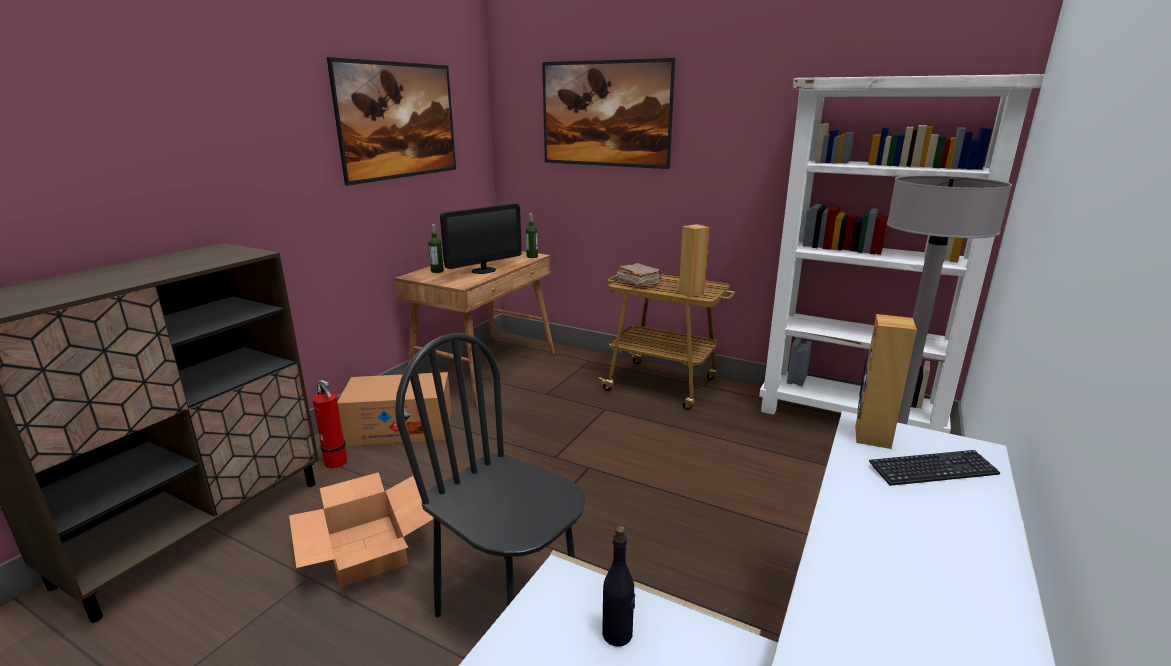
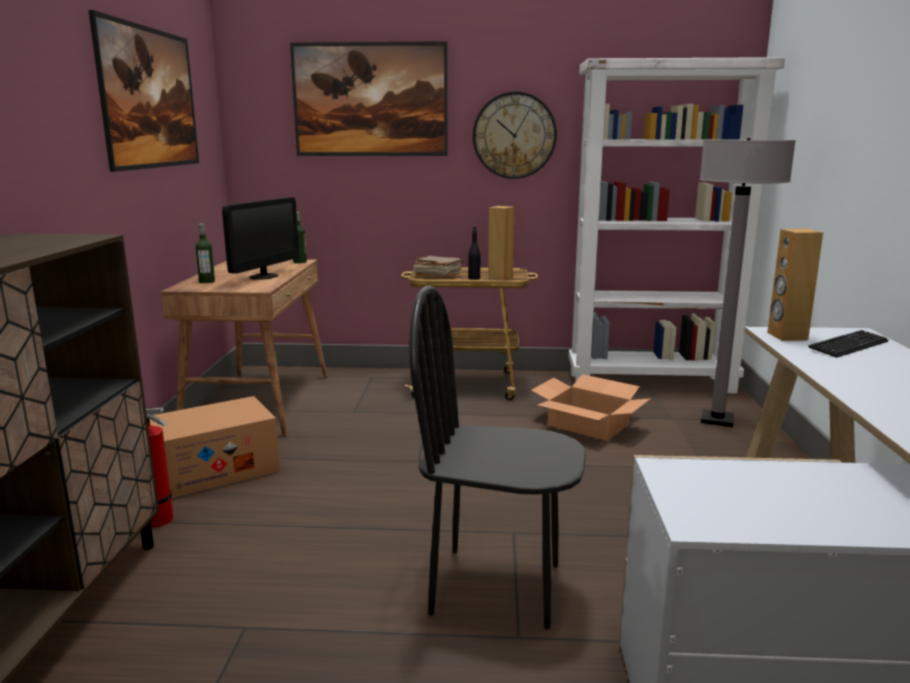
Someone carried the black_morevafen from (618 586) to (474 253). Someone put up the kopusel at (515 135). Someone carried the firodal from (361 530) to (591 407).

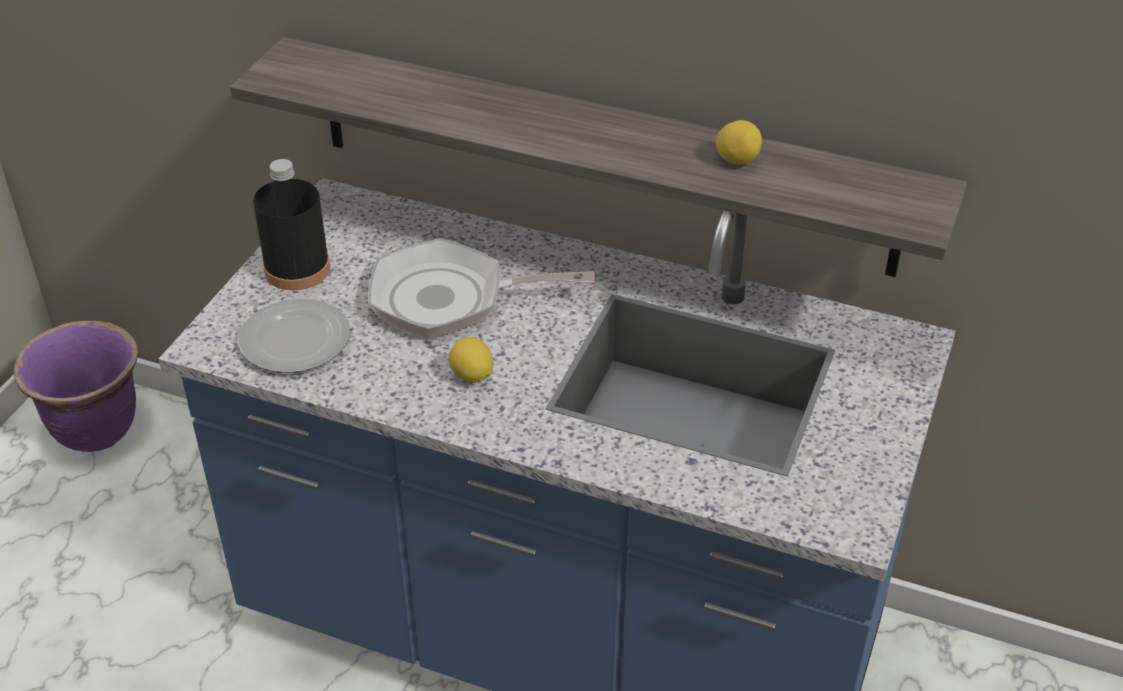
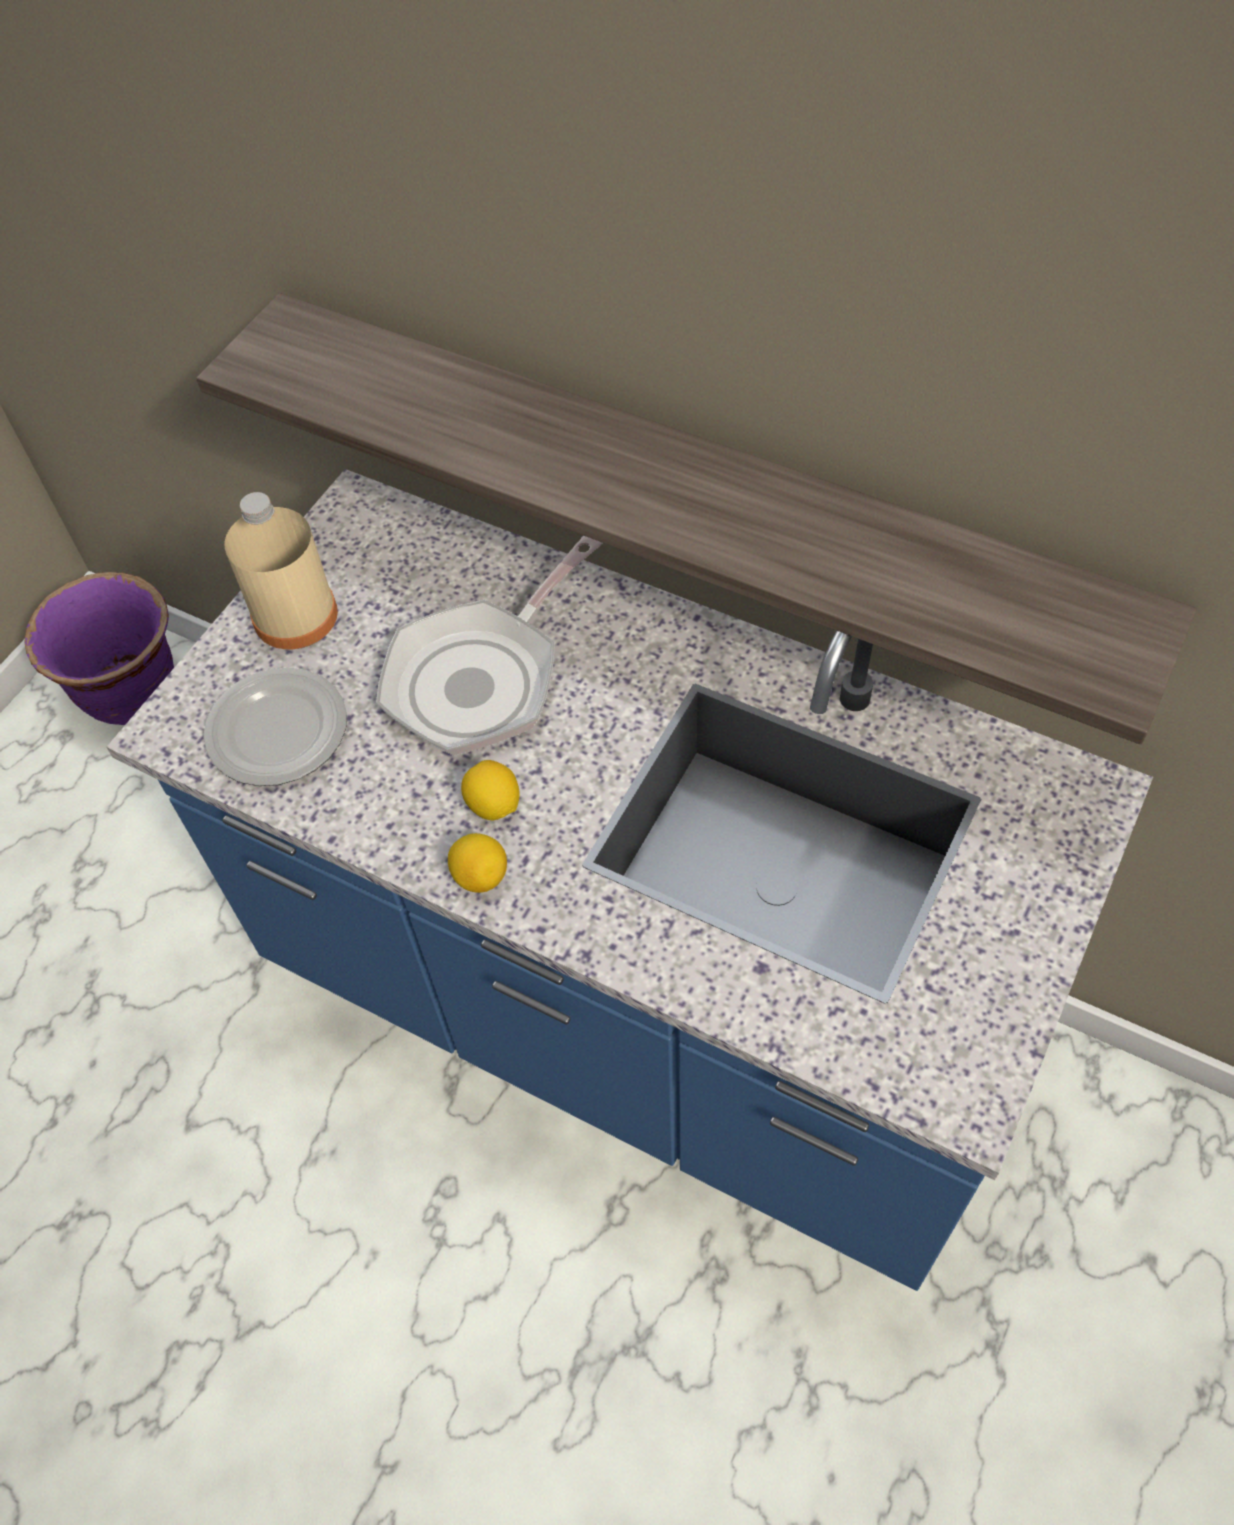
Someone repainted the black_morevafen at (291 224), which became the beige_morevafen at (281 570). Someone rotated the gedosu at (481 288) by 60 degrees counterclockwise. Someone carried the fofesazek from (739 142) to (477 863).

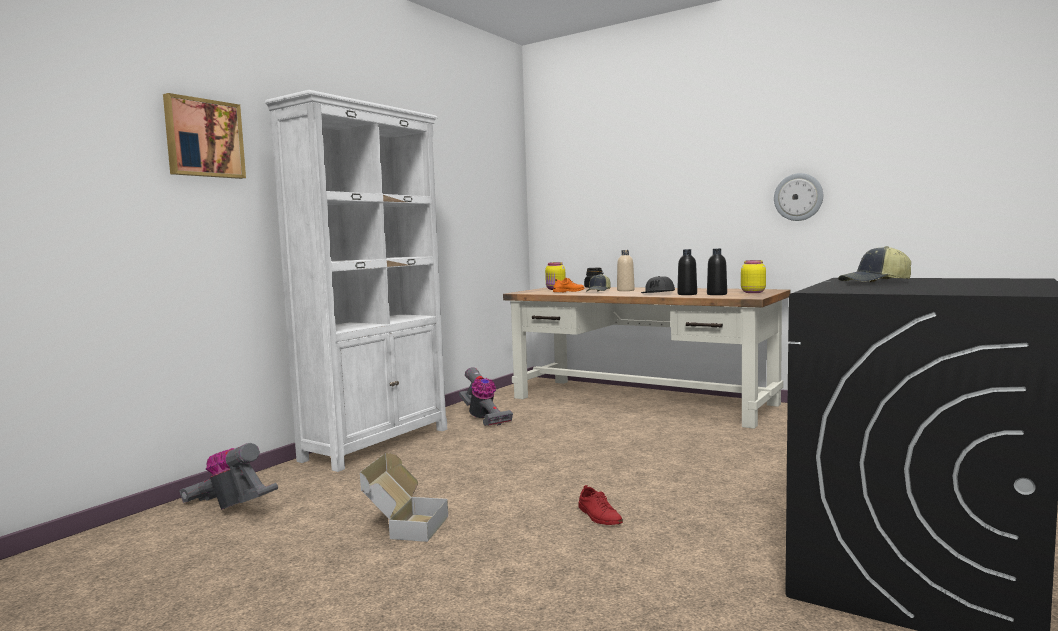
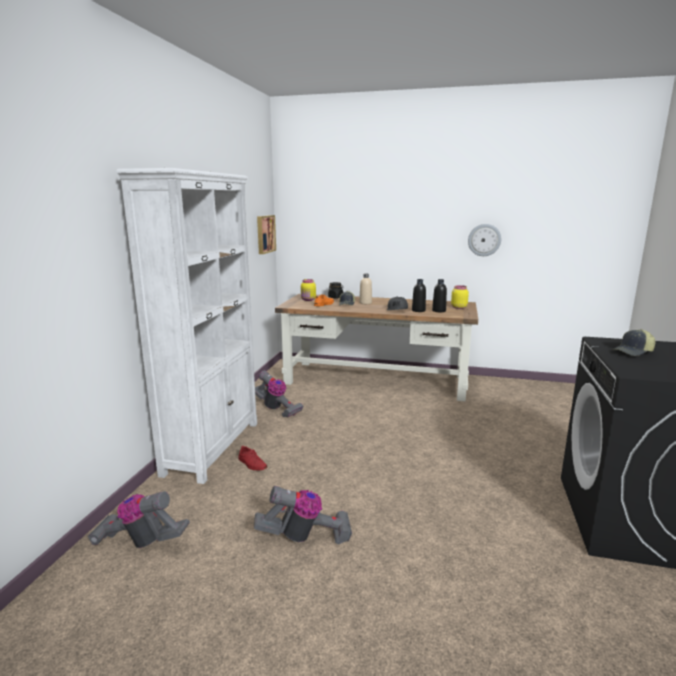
Someone carried the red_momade from (600 505) to (252 458). Someone swapped the firodal at (404 497) for the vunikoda at (303 515). Someone carried the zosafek from (204 136) to (266 234).

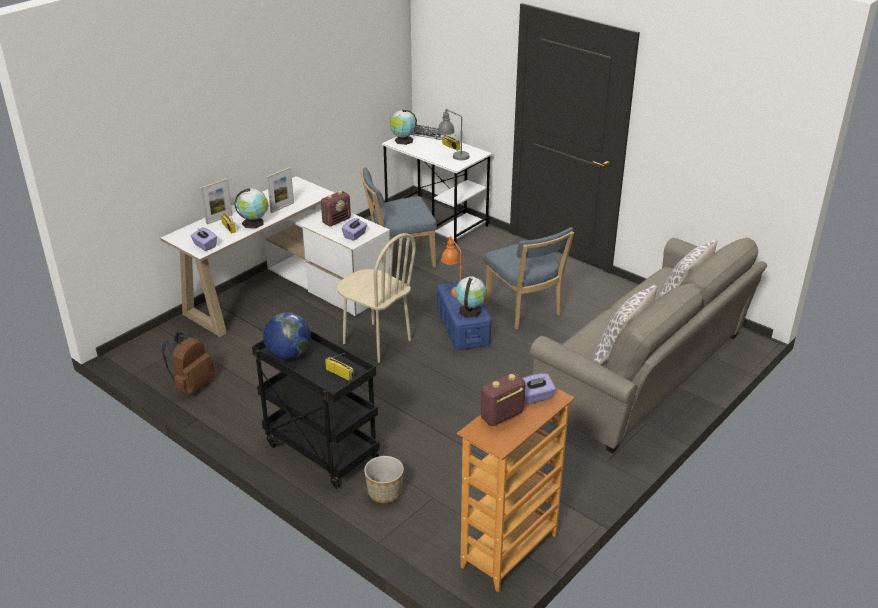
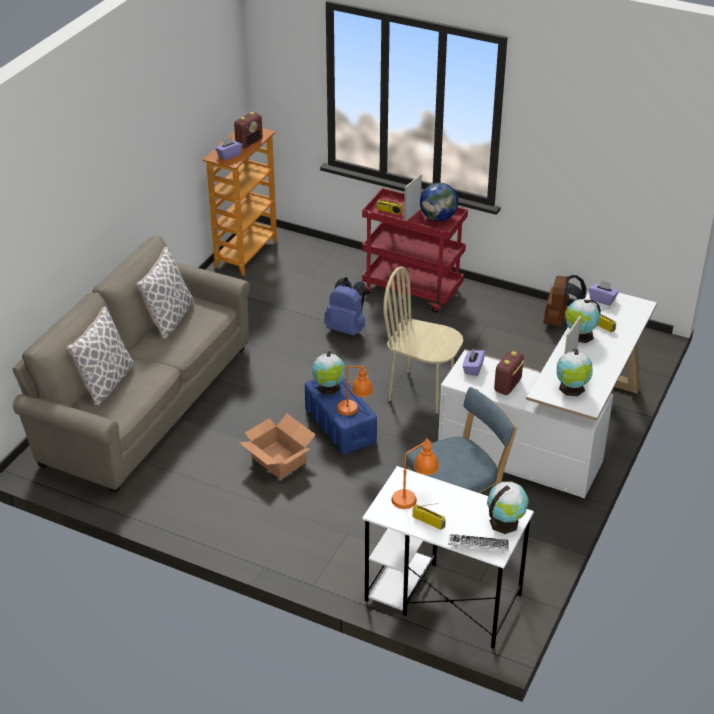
Someone swapped the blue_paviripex at (529 278) for the firodal at (277 446). Someone put down the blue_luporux at (345 306). Someone repainted the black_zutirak at (316 409), which became the red_zutirak at (415 250). Someone repainted the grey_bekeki at (454 134), which became the orange_bekeki at (415 473). Someone carried the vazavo from (216 201) to (413 197). Someone put down the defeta at (574 372). Someone took away the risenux at (384 479).

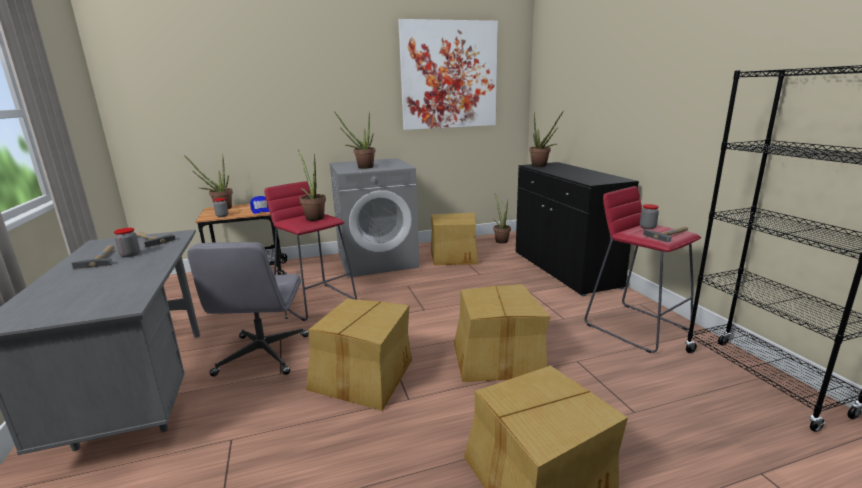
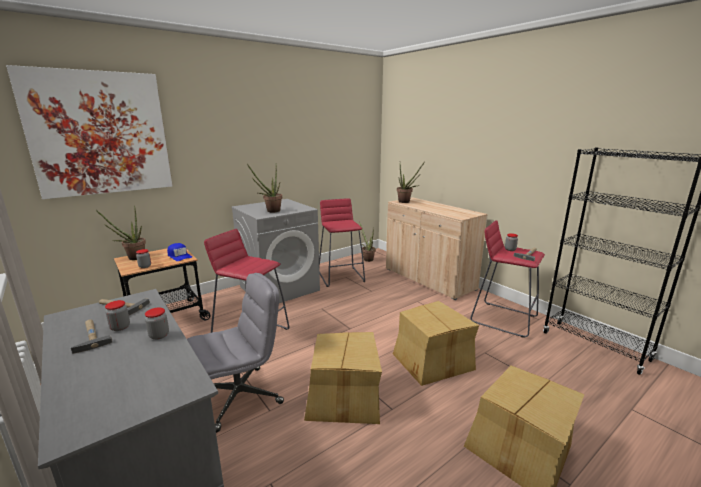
Someone carried the zosafek from (448 74) to (89 132). Someone put down the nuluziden at (157 324). Someone rotated the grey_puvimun at (248 309) by 105 degrees counterclockwise. Someone swapped the firodal at (454 239) for the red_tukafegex at (342 242). Someone repainted the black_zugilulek at (577 229), which became the beige_zugilulek at (437 248). Someone took away the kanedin at (312 185).

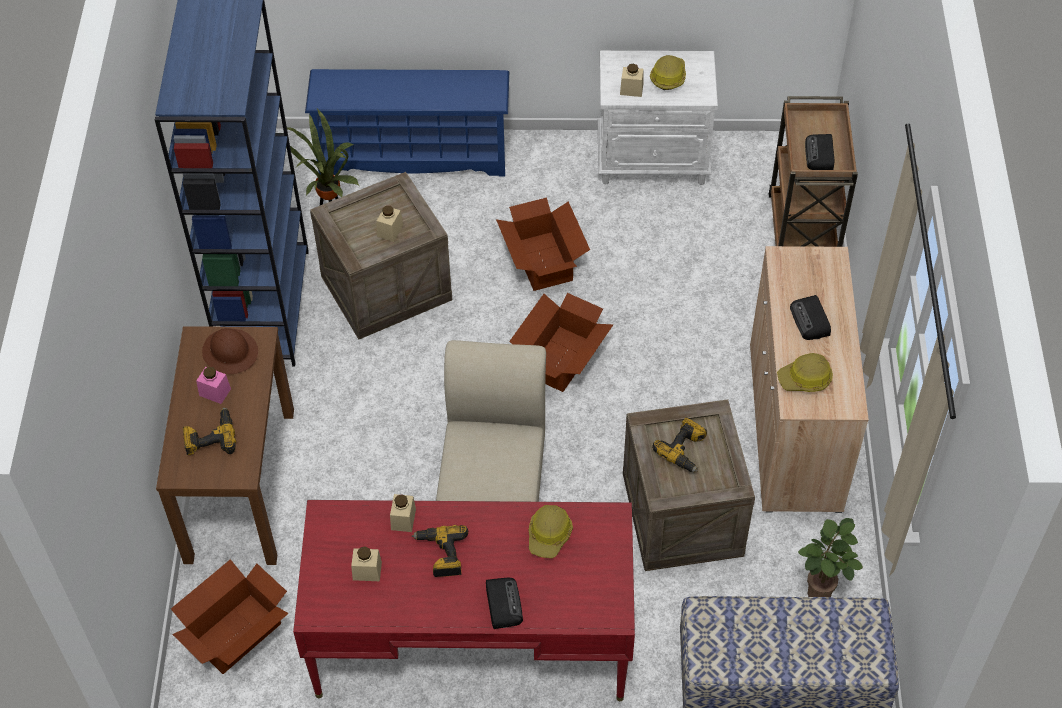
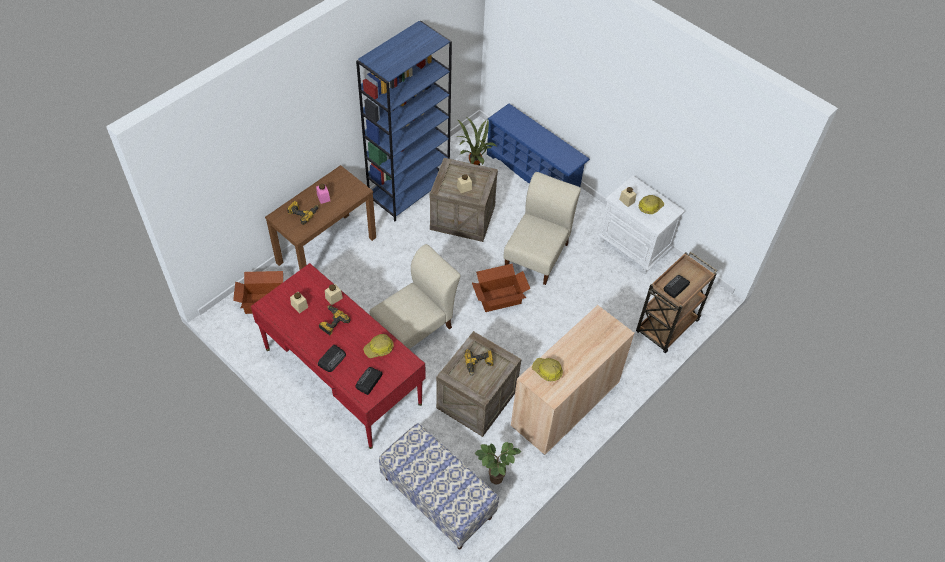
Someone carried the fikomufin from (810 317) to (369 381). Someone swapped the firodal at (543 244) for the beige_paviripex at (542 228). Someone took away the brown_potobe at (230 351).

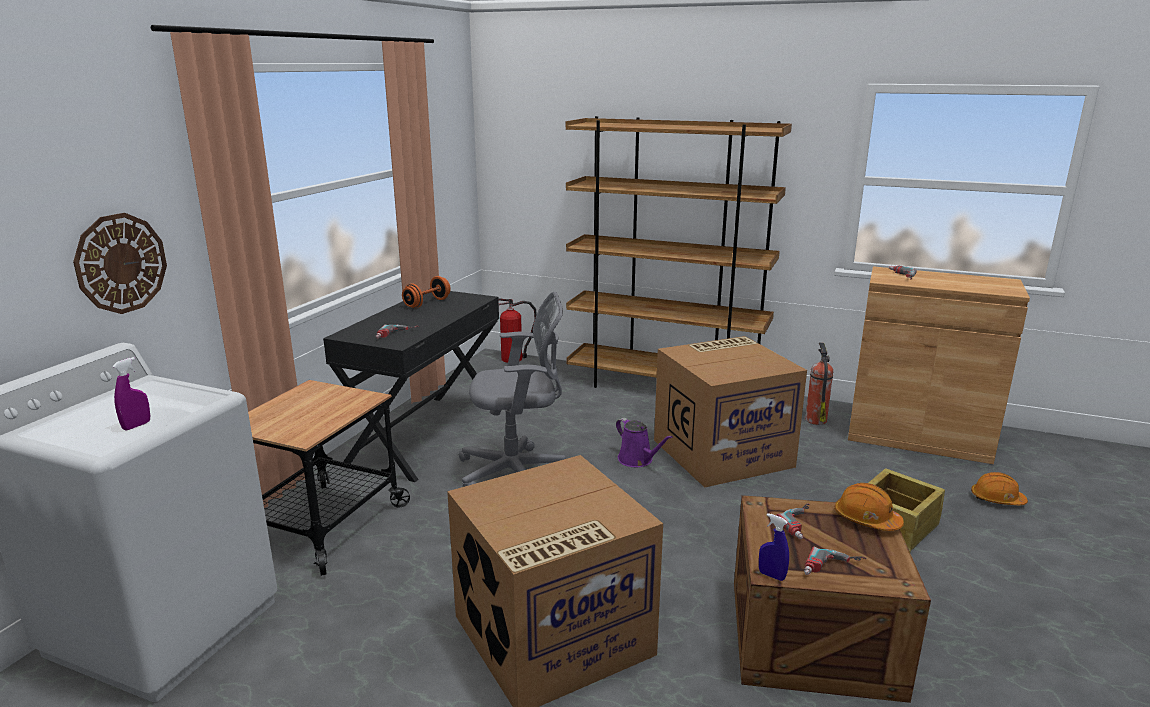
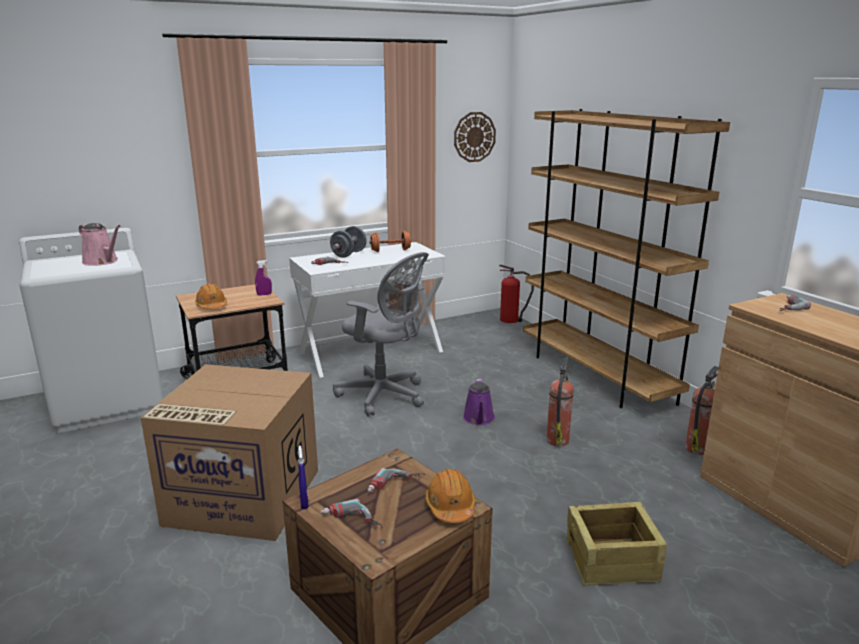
Someone put down the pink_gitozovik at (100 244). Someone carried the orange_potobe from (999 488) to (211 296). Someone carried the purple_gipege from (131 393) to (263 278). Someone repainted the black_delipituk at (411 385), which became the white_delipituk at (367 310). Someone put down the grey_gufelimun at (348 242). Someone carried the kopusel from (120 263) to (475 137). Someone swapped the firodal at (730 411) for the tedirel at (560 402).

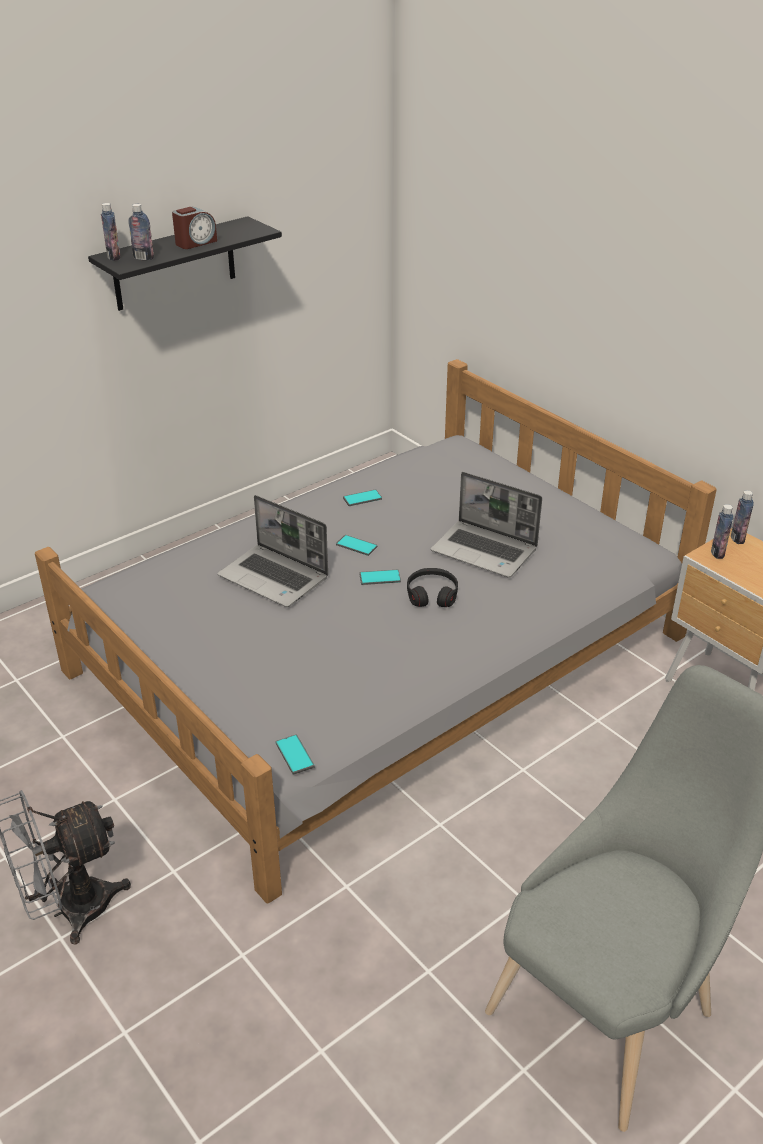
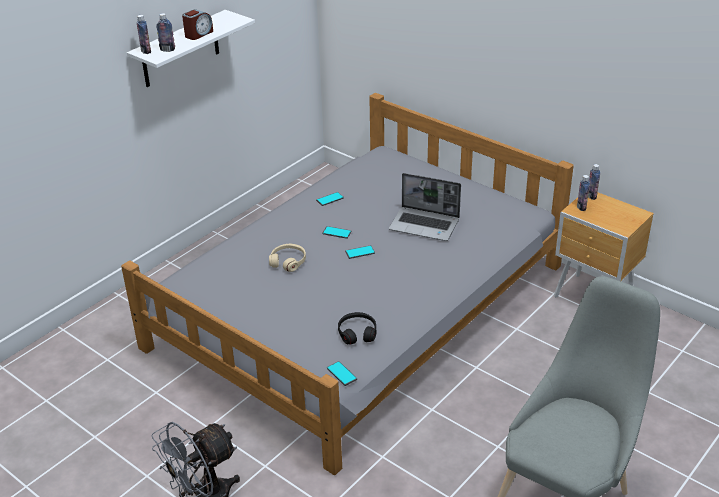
Someone repainted the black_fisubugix at (185 263), which became the white_fisubugix at (191 48). Someone swapped the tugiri at (272 551) for the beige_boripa at (287 258). Someone carried the black_boripa from (432 587) to (357 328).

